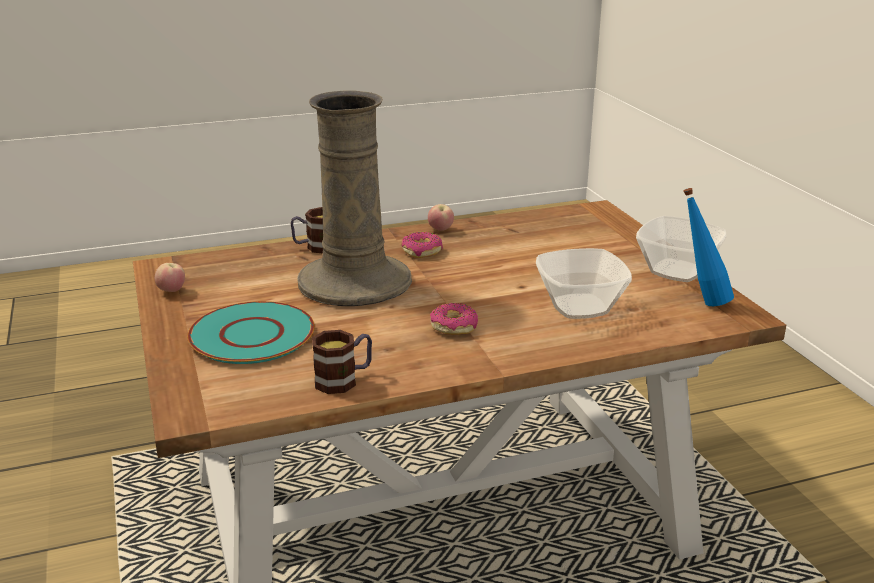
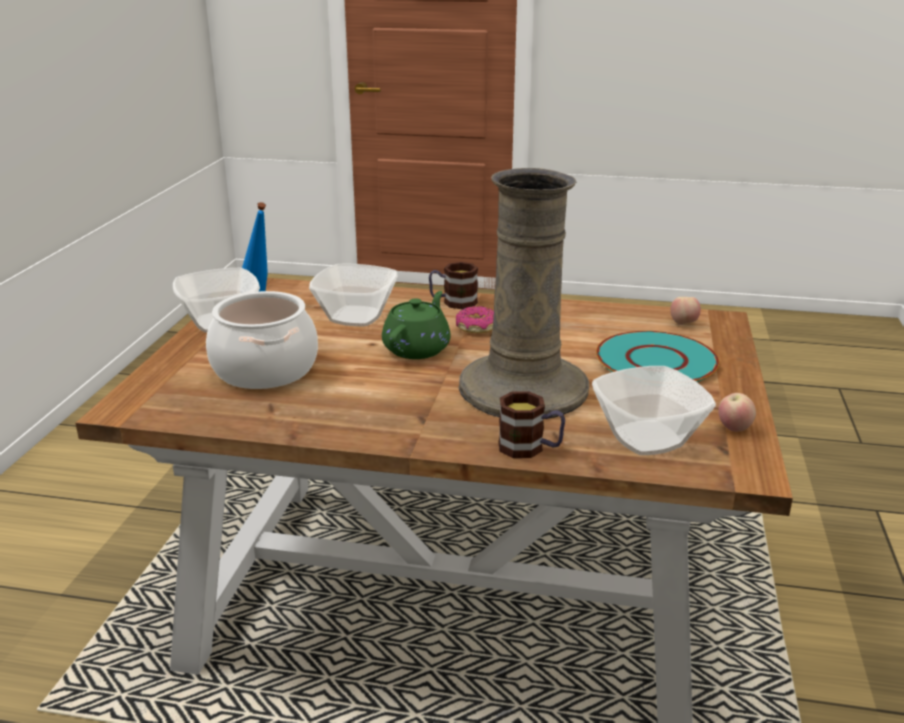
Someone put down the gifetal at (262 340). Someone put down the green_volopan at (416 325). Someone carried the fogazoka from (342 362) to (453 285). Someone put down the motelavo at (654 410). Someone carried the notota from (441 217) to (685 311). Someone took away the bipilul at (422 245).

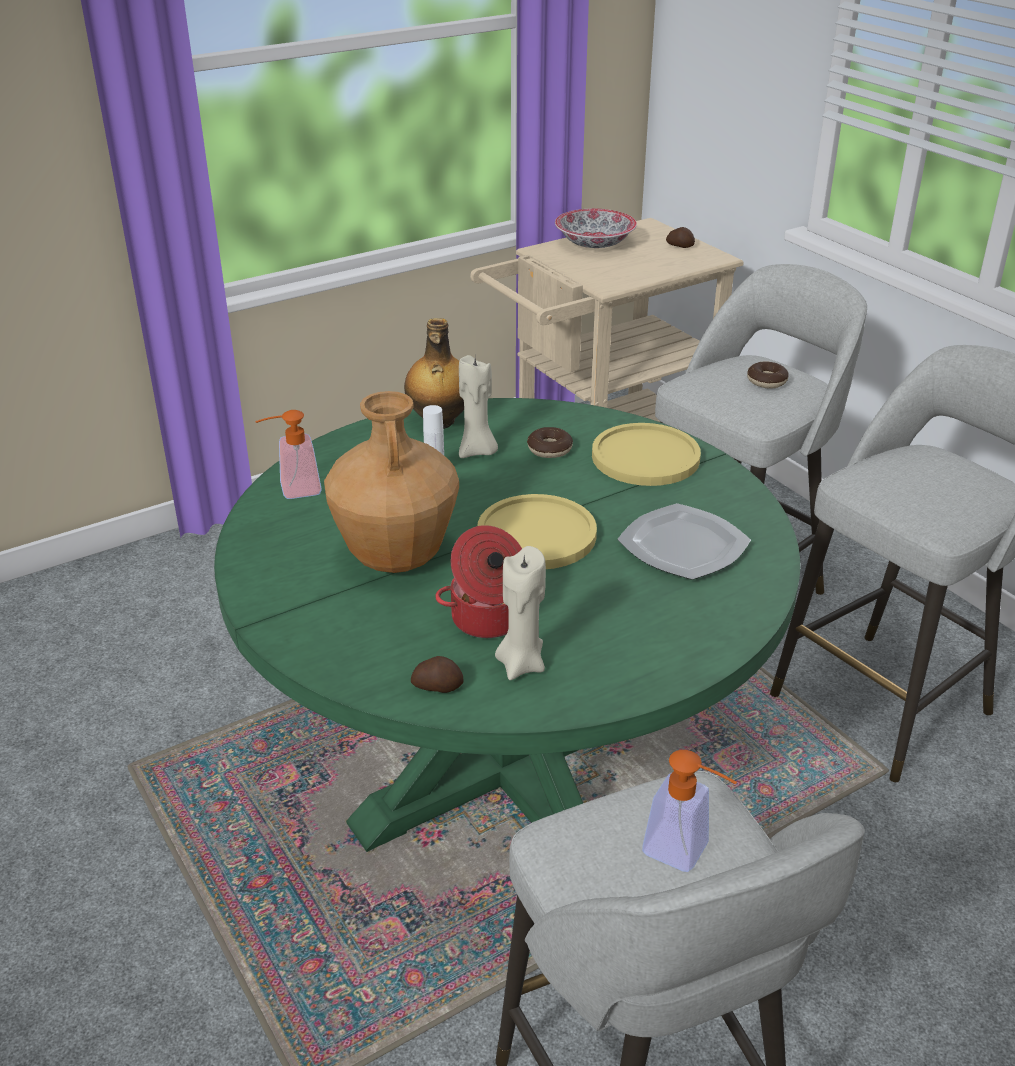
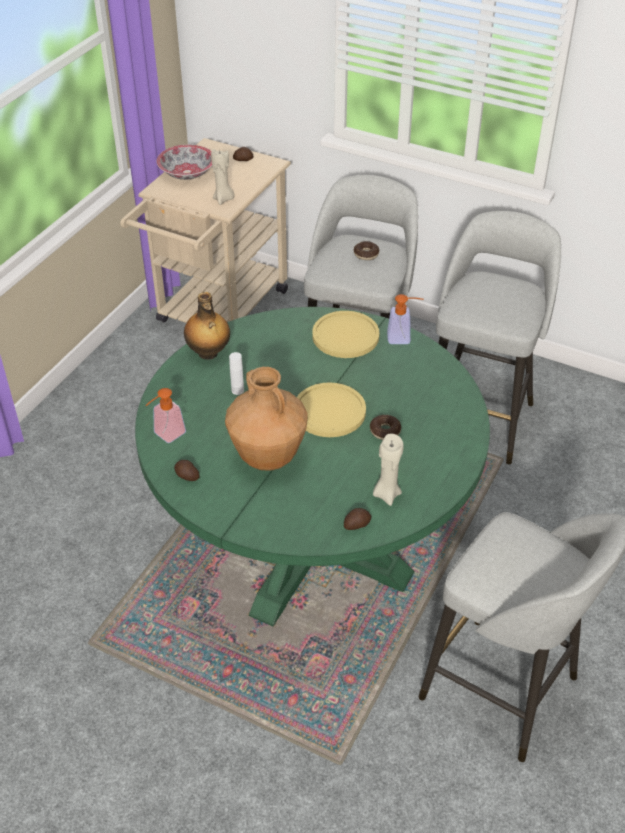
Someone put down the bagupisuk at (186 470). Someone carried the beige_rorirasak from (478 406) to (223 176). Someone carried the bipilul from (550 442) to (385 427). Someone carried the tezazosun from (689 811) to (405 319). Someone took away the gifetal at (478 581). Someone took away the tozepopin at (684 541).

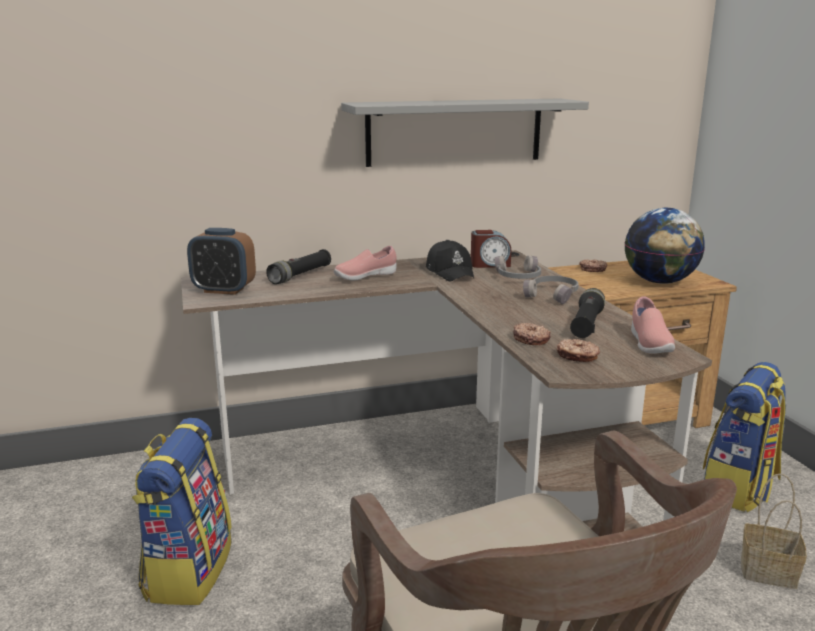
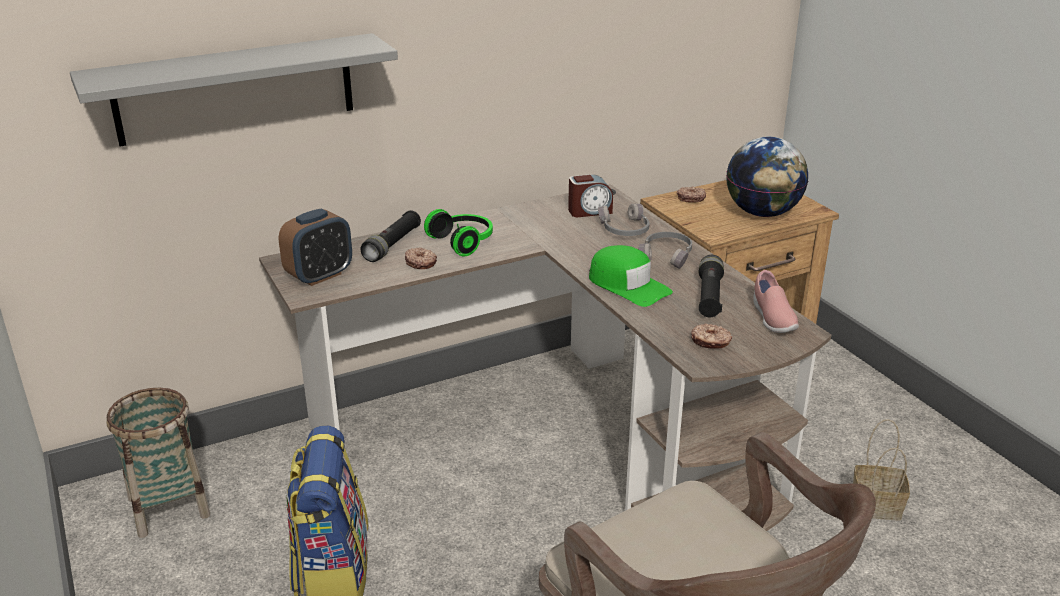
Someone carried the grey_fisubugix from (465 132) to (234 89). Someone put down the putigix at (158 463). Someone rotated the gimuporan at (221 261) by 45 degrees counterclockwise. Someone carried the bipilul from (532 334) to (421 258). Someone swapped the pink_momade at (365 263) for the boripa at (458 232). Someone put down the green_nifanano at (631 276). Someone took away the black_nifanano at (450 260). Someone took away the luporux at (744 437).

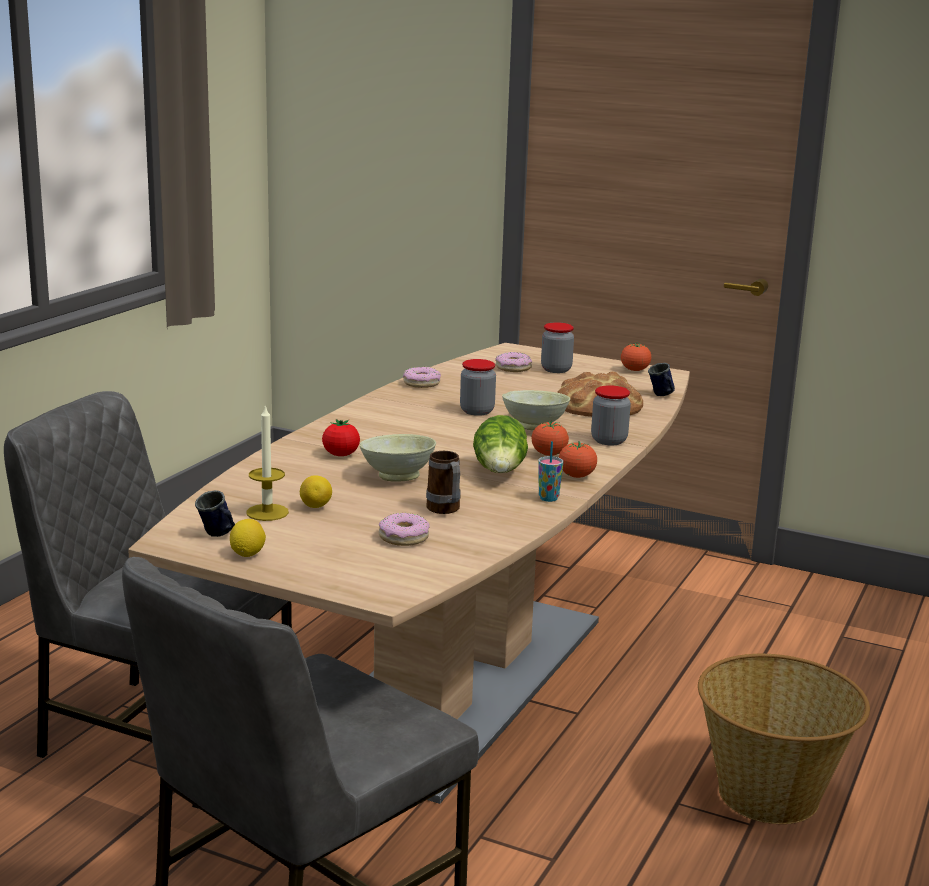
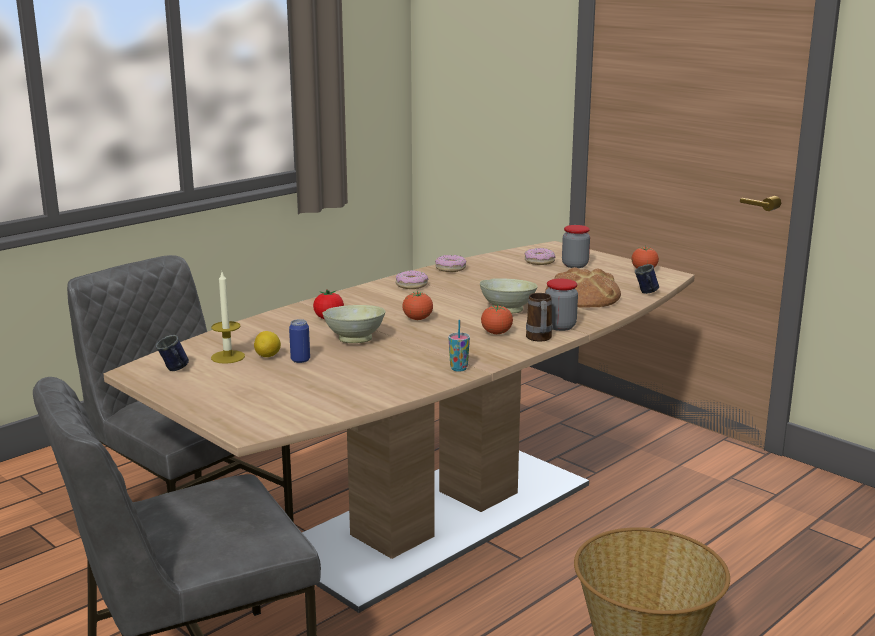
Someone put down the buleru at (299 341). Someone carried the bipilul from (404 529) to (411 279). Someone carried the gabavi from (578 459) to (417 305). Someone carried the fogazoka from (443 482) to (539 317). Someone took away the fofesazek at (248 538). Someone took away the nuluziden at (478 387). Someone took away the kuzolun at (500 444).

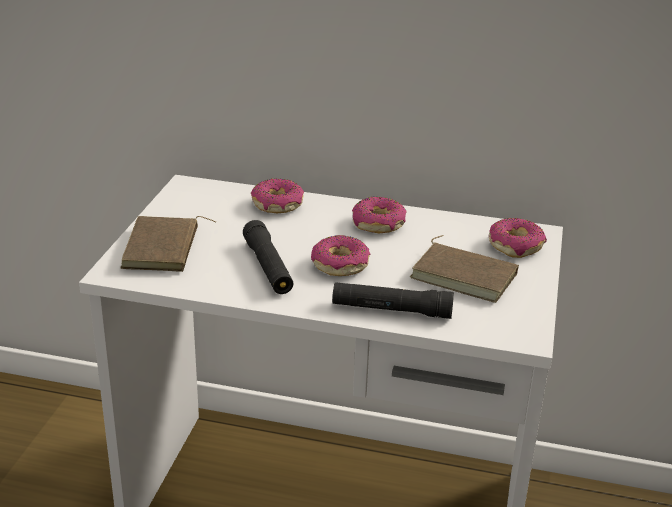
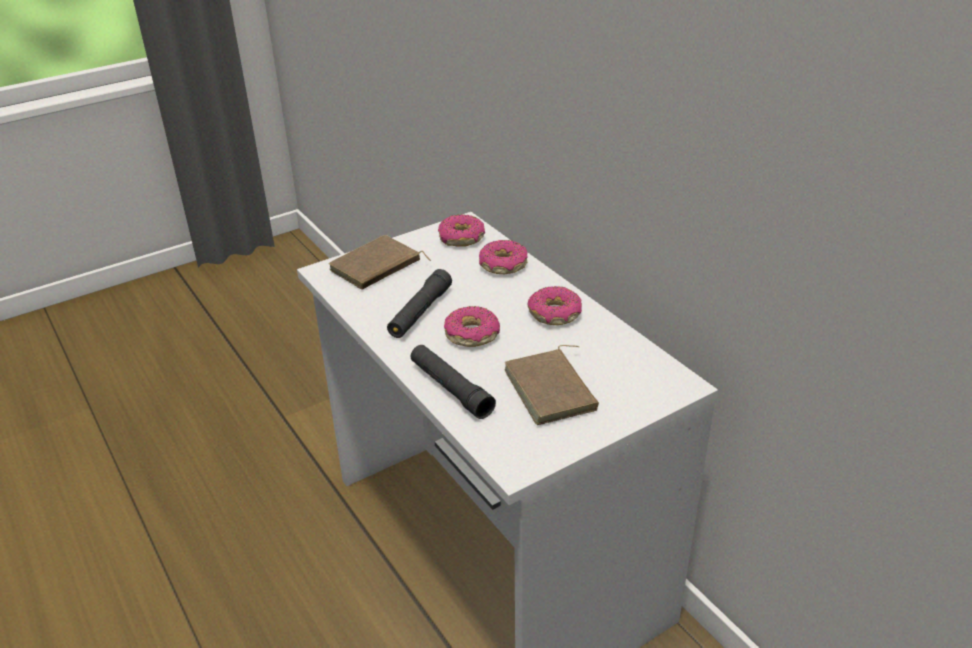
Someone carried the bipilul from (518 238) to (461 230).

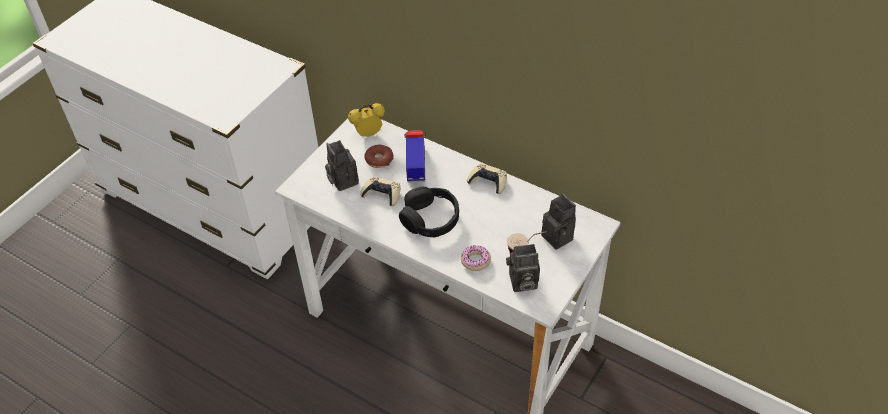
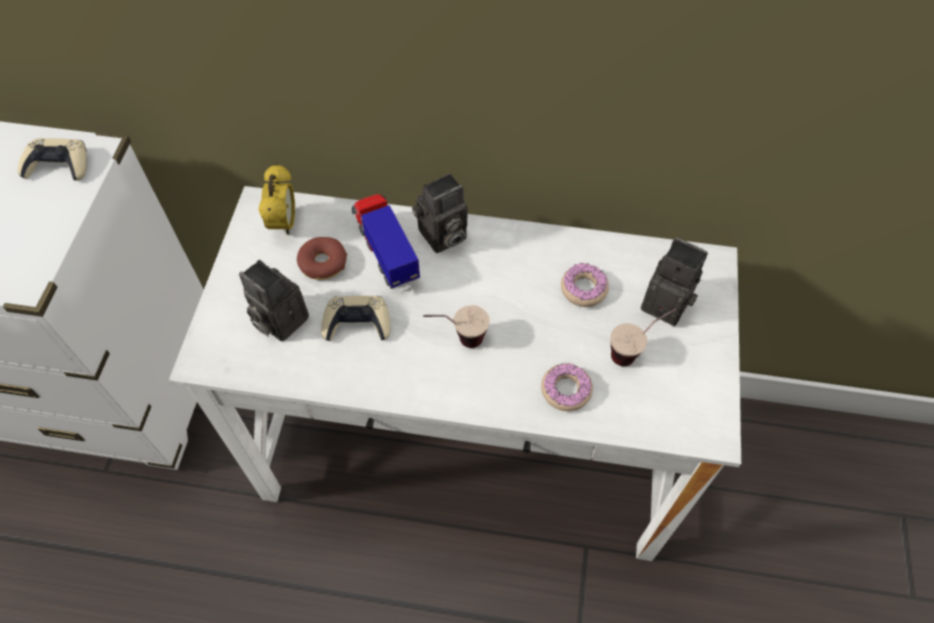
Someone carried the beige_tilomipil from (487 179) to (52 159). Someone rotated the gimuporan at (366 120) by 135 degrees clockwise. Someone carried the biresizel from (523 268) to (439 213). Someone swapped the black_boripa at (429 212) for the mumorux at (456 326). Someone put down the bipilul at (585 285).

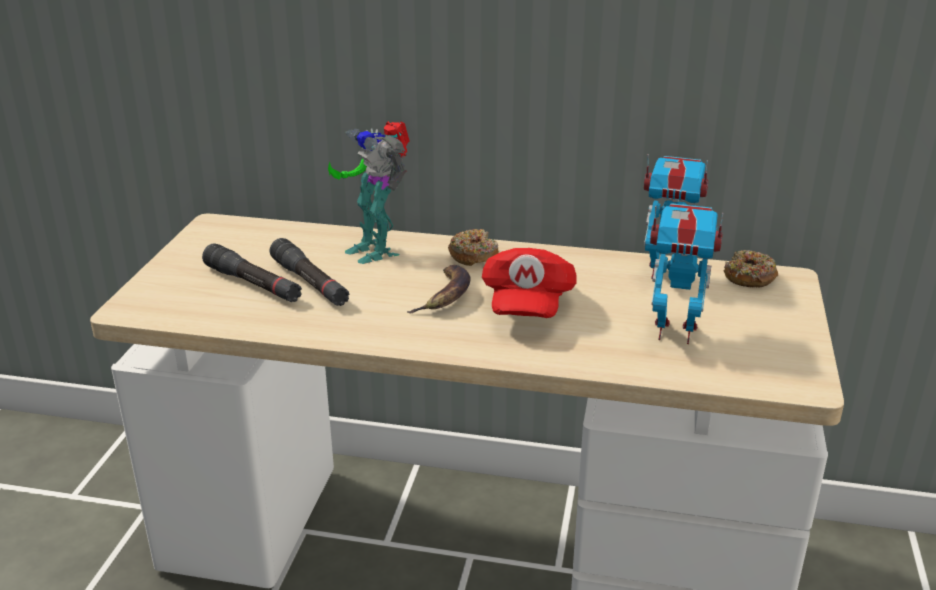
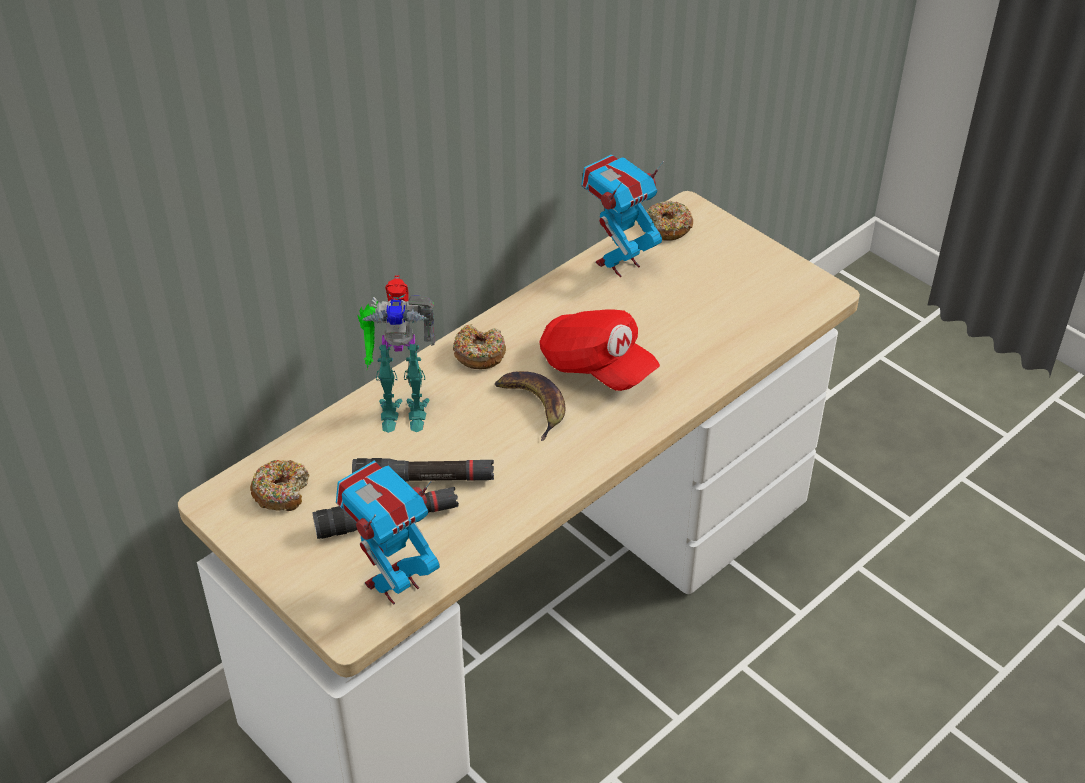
Someone put down the bipilul at (280 485). Someone carried the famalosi from (686 273) to (388 533).

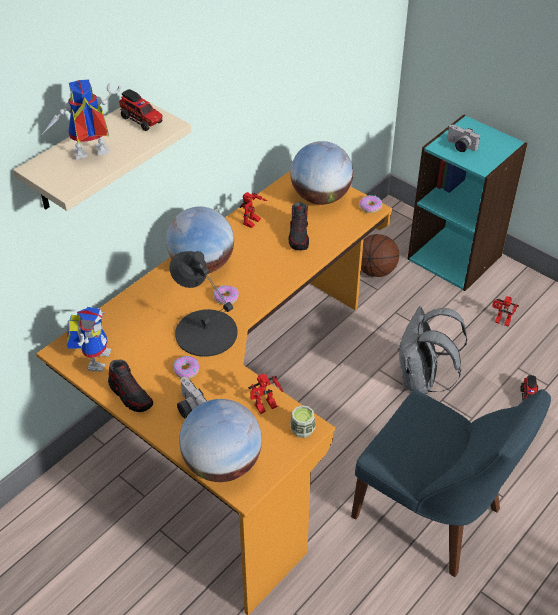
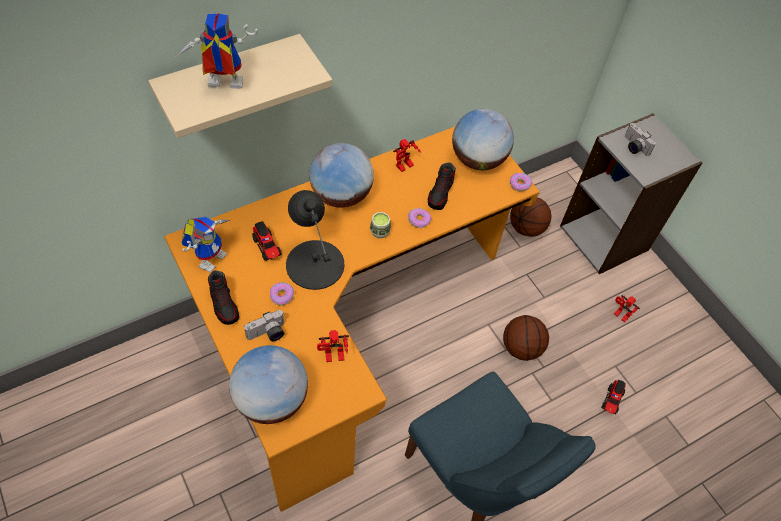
Someone rotated the biresizel at (192 397) by 105 degrees counterclockwise. Someone carried the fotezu from (141 110) to (266 241). Someone carried the mumorux from (303 421) to (380 225). Someone carried the bipilul from (226 295) to (419 218). Someone swapped the grey_luporux at (433 350) for the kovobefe at (526 338). Someone repainted the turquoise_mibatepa at (467 202), which became the grey_mibatepa at (631 193).

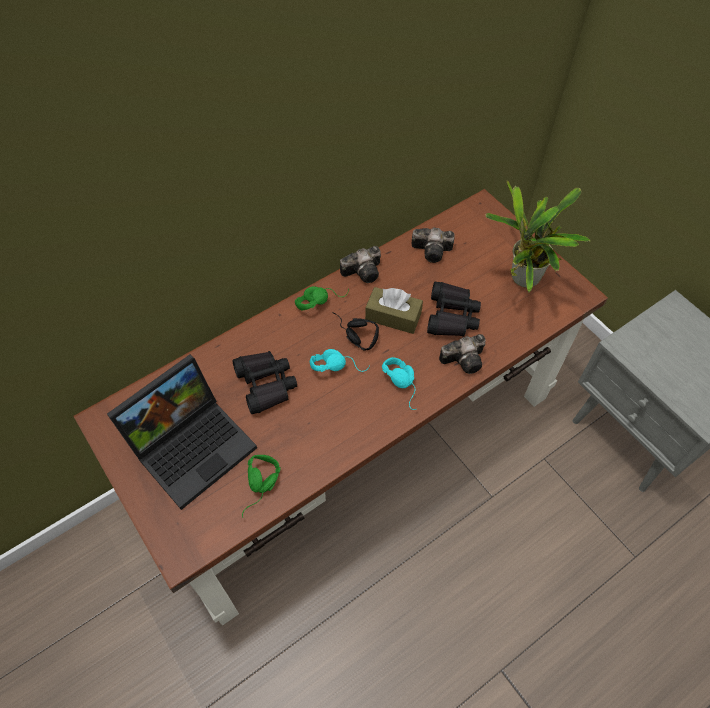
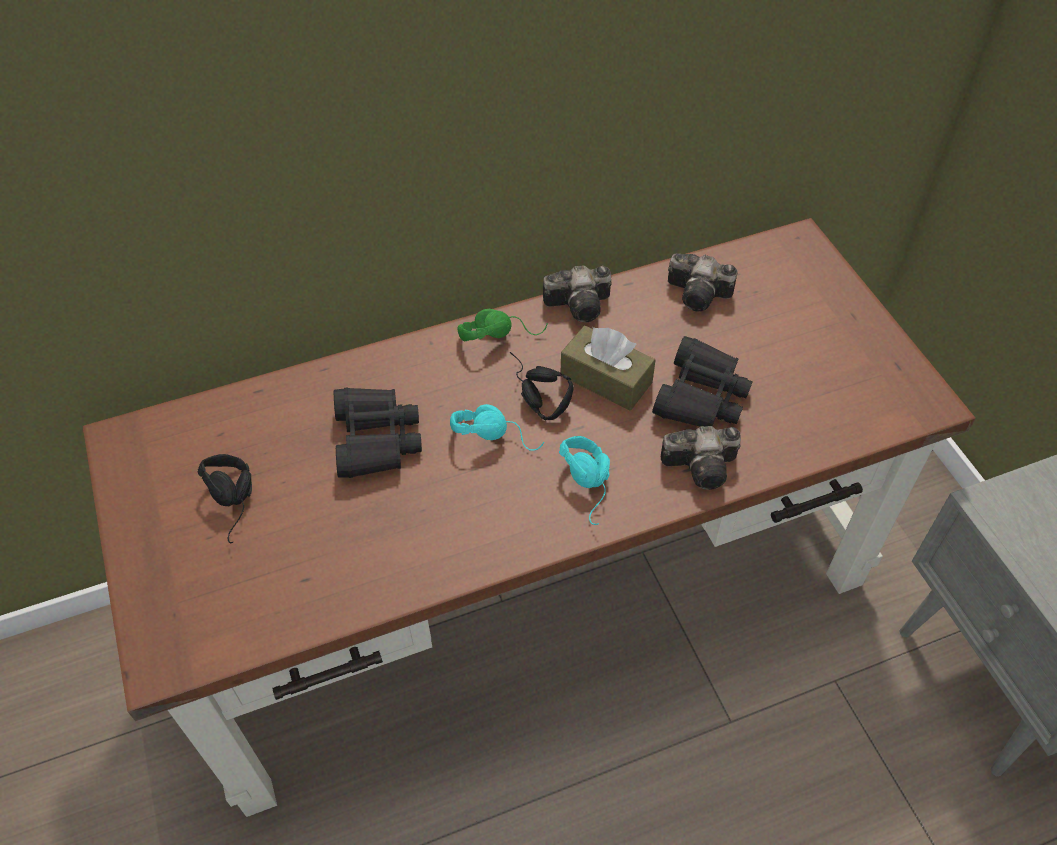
Someone swapped the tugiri at (182 432) for the black_boripa at (225 499). Someone took away the green_boripa at (261 486). Someone took away the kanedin at (538 237).

